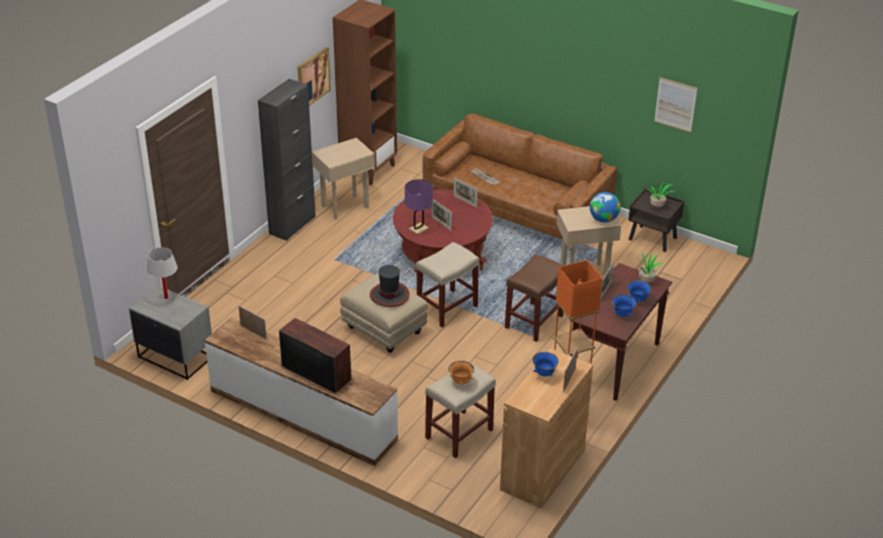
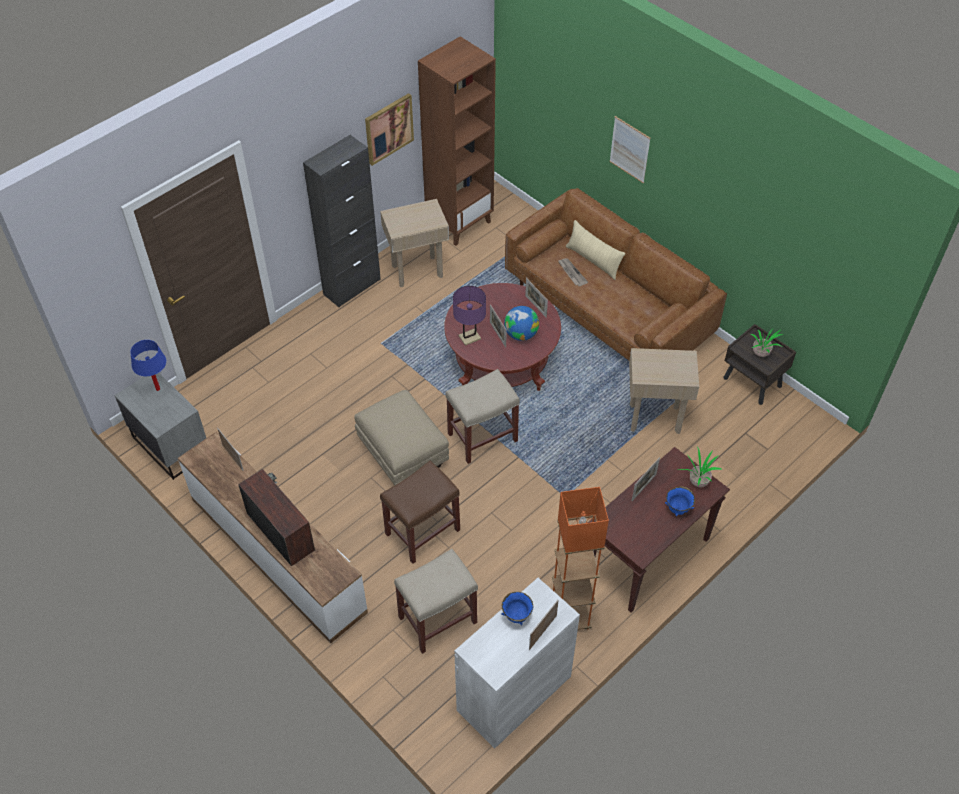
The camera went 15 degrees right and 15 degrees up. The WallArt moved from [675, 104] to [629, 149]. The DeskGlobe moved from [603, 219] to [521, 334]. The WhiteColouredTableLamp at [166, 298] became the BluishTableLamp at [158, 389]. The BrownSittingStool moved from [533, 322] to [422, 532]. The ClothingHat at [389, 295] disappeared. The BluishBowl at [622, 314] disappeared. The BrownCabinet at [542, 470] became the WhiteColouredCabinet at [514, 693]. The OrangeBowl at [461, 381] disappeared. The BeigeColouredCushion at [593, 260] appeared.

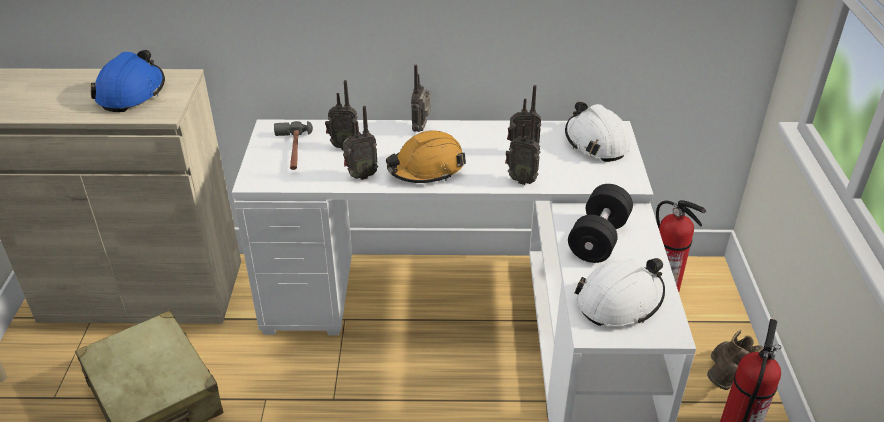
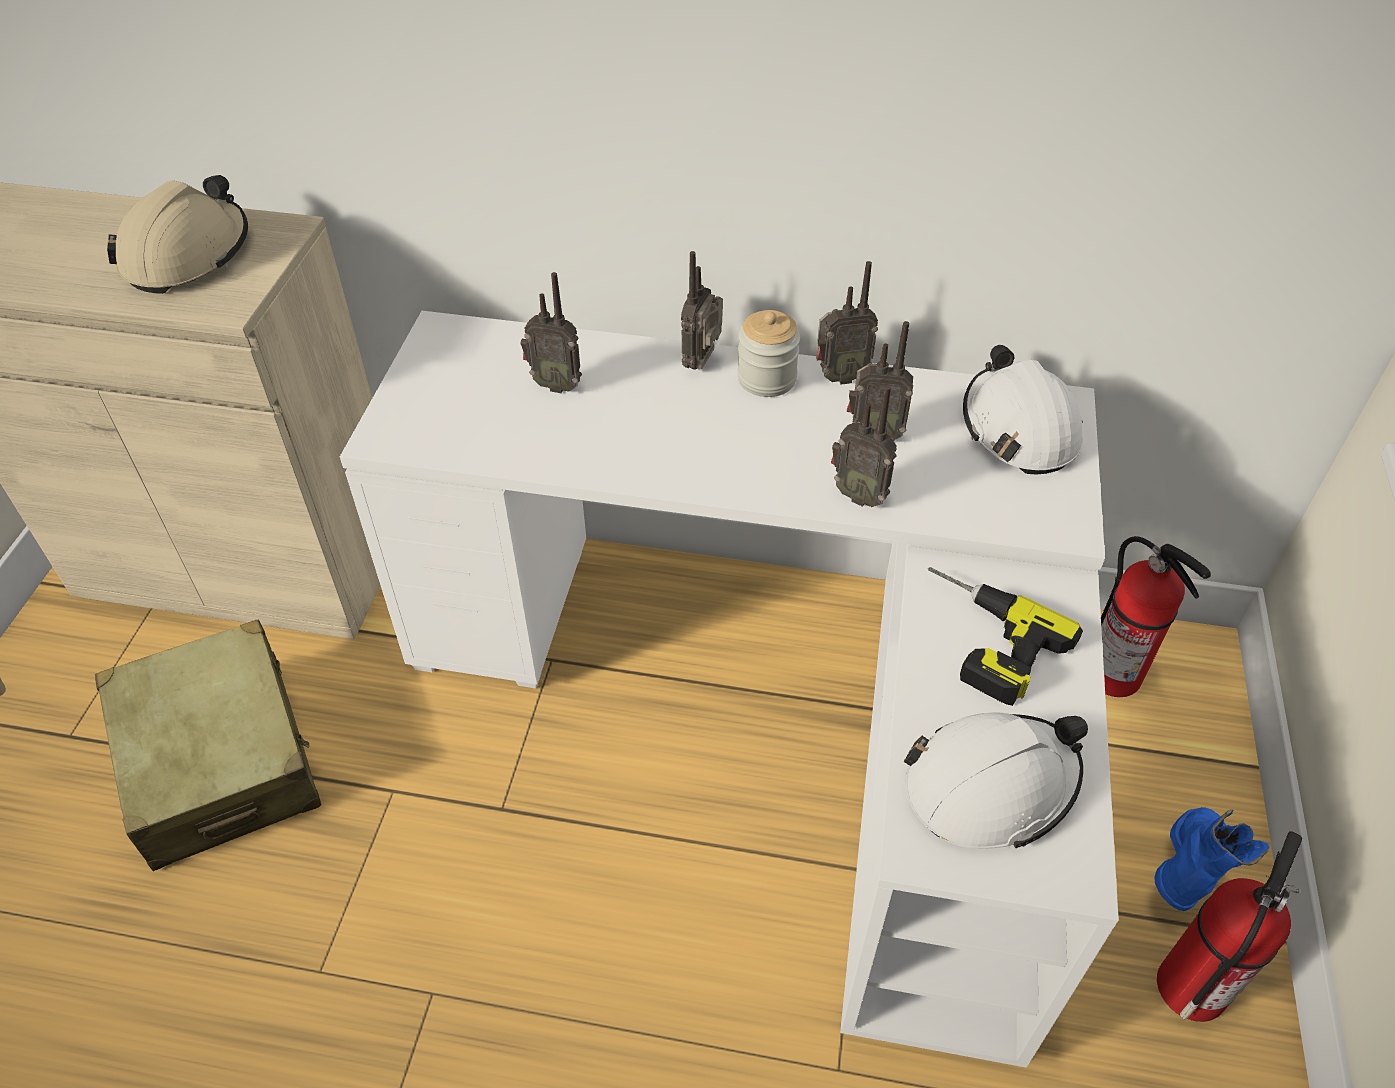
The camera went 10 degrees right and 10 degrees up. The BluishWorkHelmet at [131, 93] became the BeigeColouredWorkHelmet at [187, 255]. The RadioReceiver moved from [360, 176] to [839, 377]. The HandHammer at [293, 151] disappeared. The OrangeWorkHelmet at [426, 169] disappeared. The BlackColouredHandWeight at [598, 239] was replaced by the ElectricDrill at [979, 639]. The BrownHighTopBoot at [723, 378] became the BluishHighTopBoot at [1186, 875]. The PreserveJar at [767, 379] appeared.

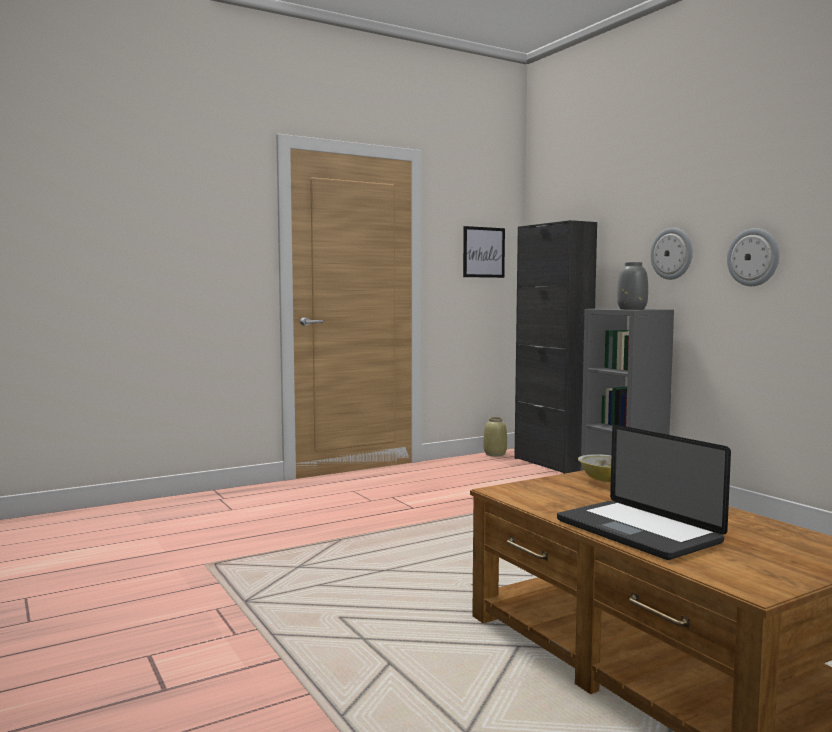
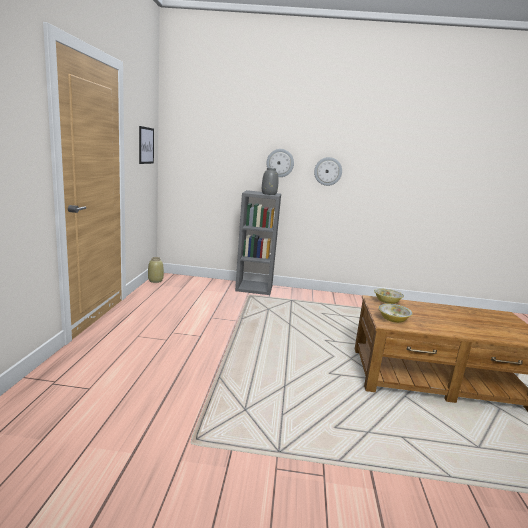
The camera went 55 degrees left and 10 degrees up. The BlackColouredCabinet at [551, 464] disappeared. The NotebookComputer at [637, 531] disappeared. The Bowl at [393, 320] appeared.

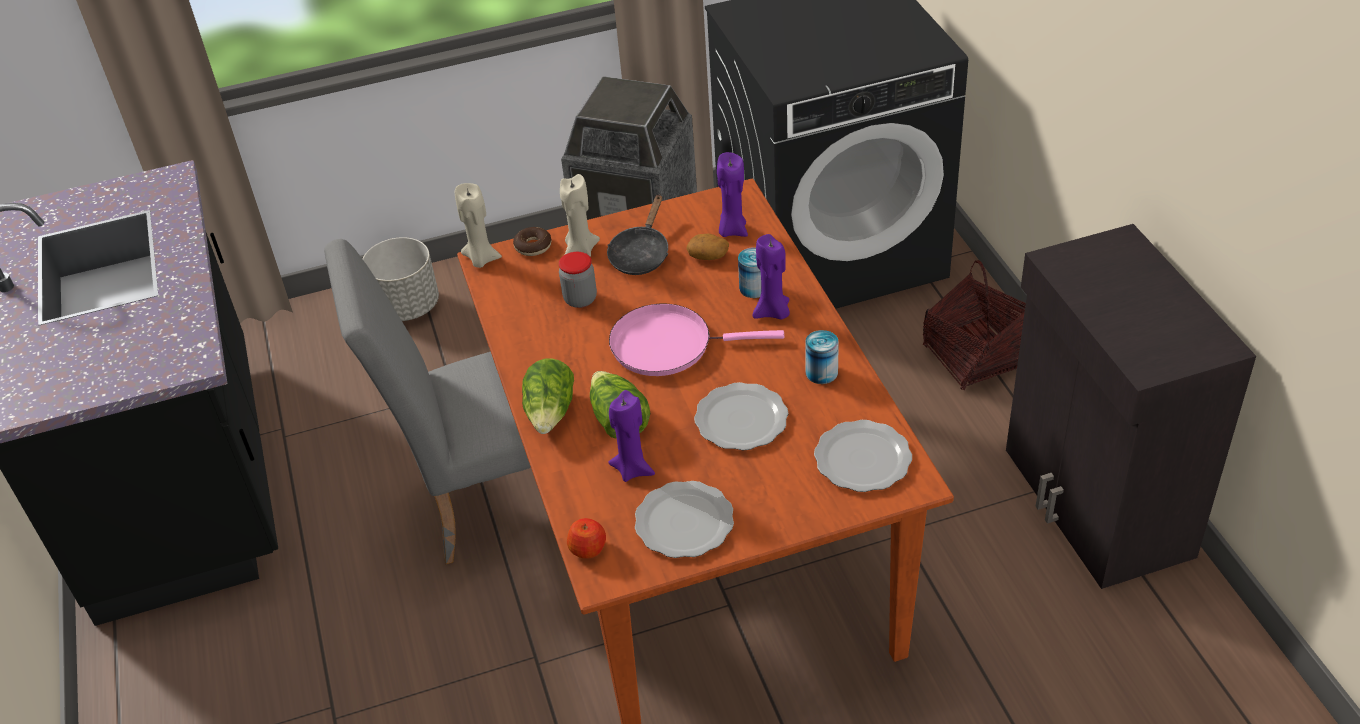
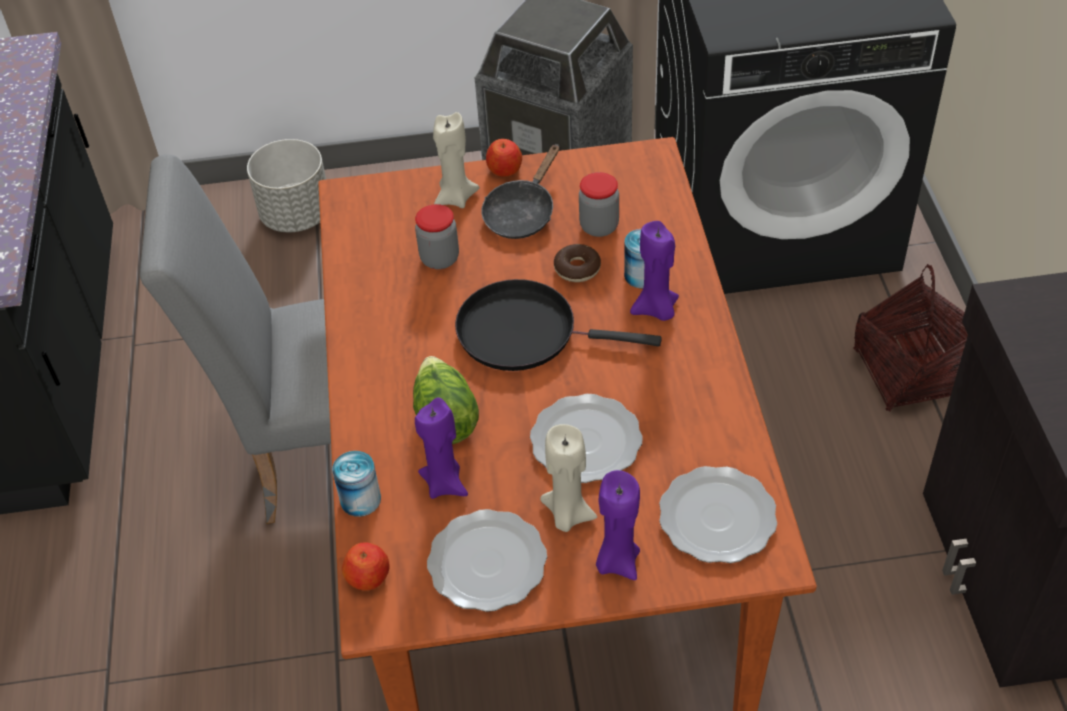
The camera went 10 degrees right and 5 degrees up. The PurpleWaxLight moved from [732, 230] to [617, 561]. The BeigeColouredWaxLight moved from [481, 259] to [567, 514]. The Doughnut moved from [533, 246] to [577, 269]. The Potato at [708, 256] was replaced by the PreserveJar at [599, 226]. The PinkColouredFryingPan at [668, 345] became the BlackColouredFryingPan at [525, 332]. The SealedCan moved from [821, 372] to [360, 499]. The HeadOfLettuce at [551, 412] disappeared. The Apple at [505, 170] appeared.

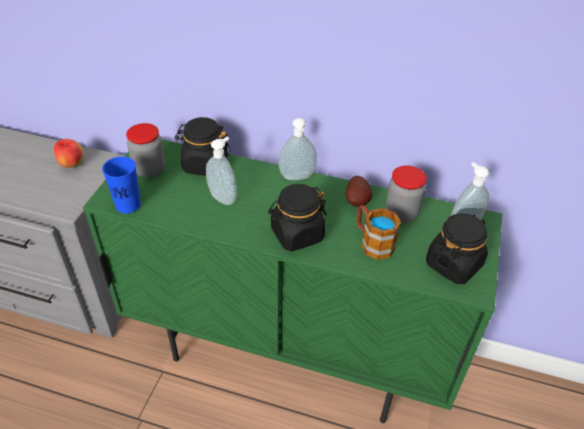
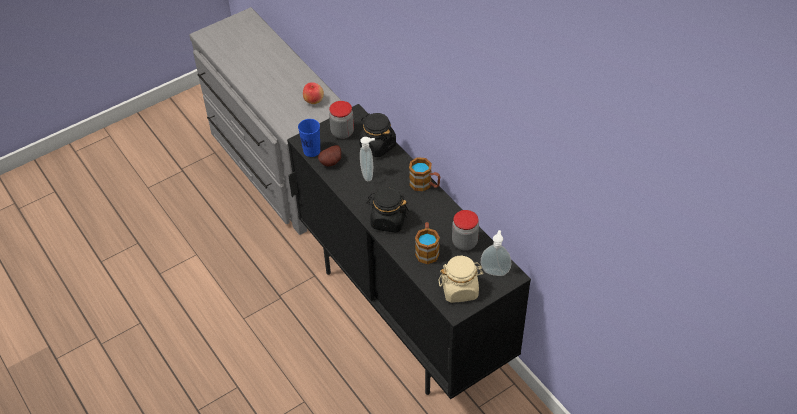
The camera went 40 degrees right and 5 degrees up. The SoapBottle at [297, 178] was replaced by the CoffeeMug at [425, 184]. The GreenColouredCabinet at [289, 354] became the BlackColouredCabinet at [404, 314]. The Potato moved from [358, 201] to [332, 163]. The BlackColouredPreserveJar at [453, 264] became the BeigeColouredPreserveJar at [460, 289].

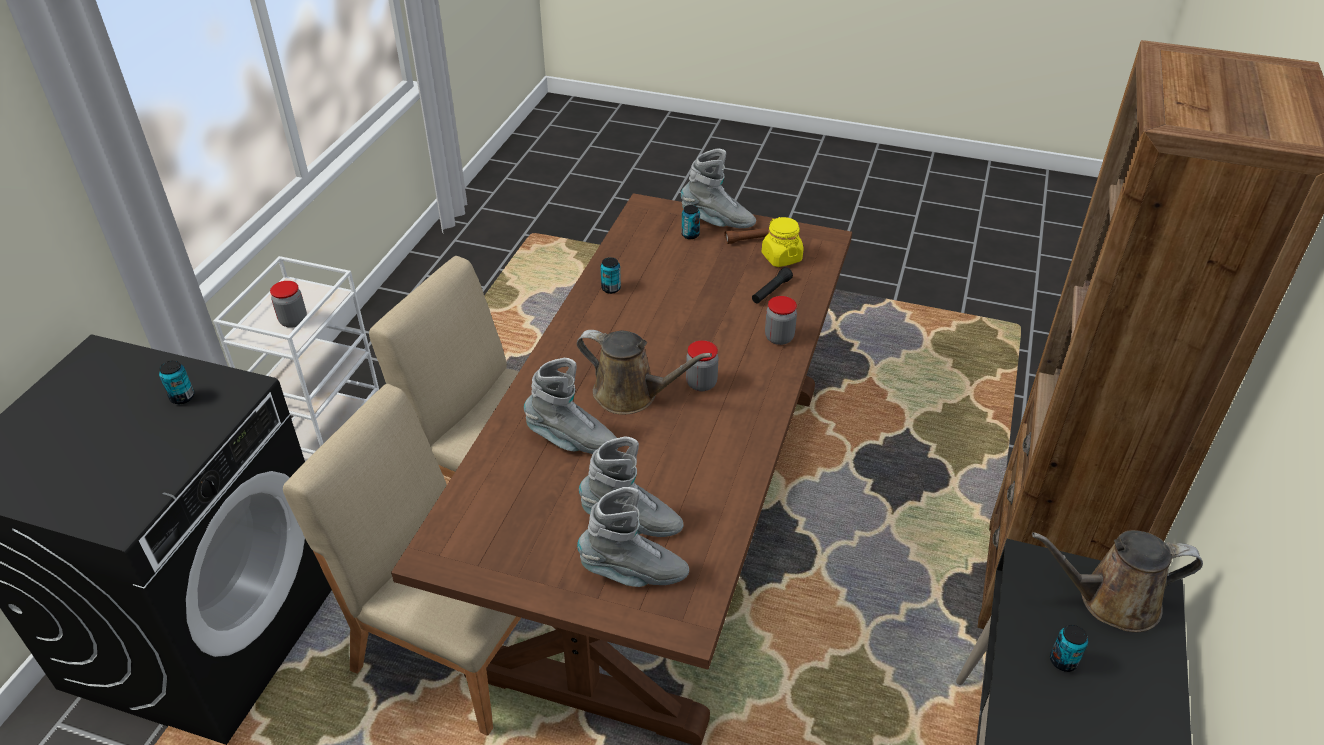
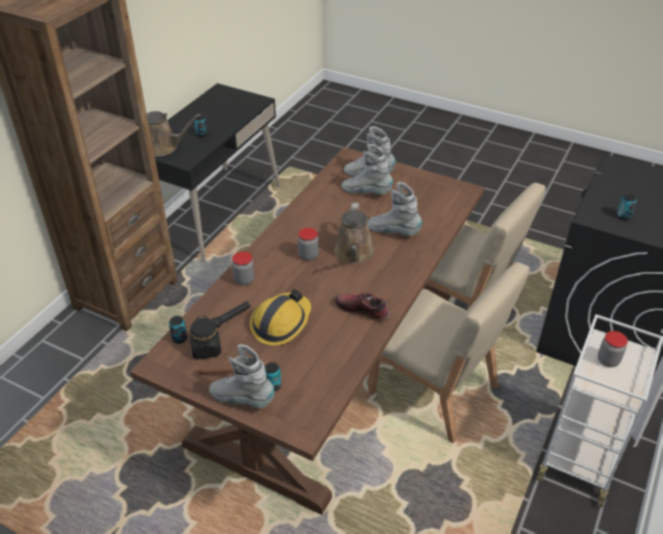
The camera went 170 degrees left and 0 degrees up. The YellowishPreserveJar at [781, 257] became the BlackColouredPreserveJar at [206, 349]. The SealedCan moved from [611, 288] to [179, 338]. The BrownWateringPot at [631, 394] turned 120 degrees counterclockwise. The WorkHelmet at [281, 323] appeared. The ItemOfFootwear at [362, 310] appeared.

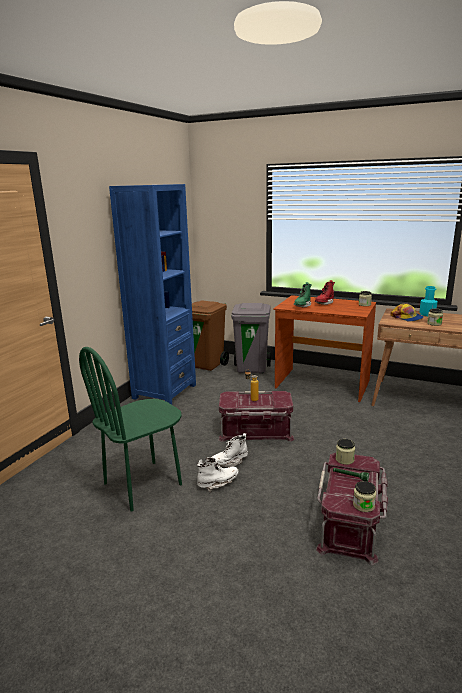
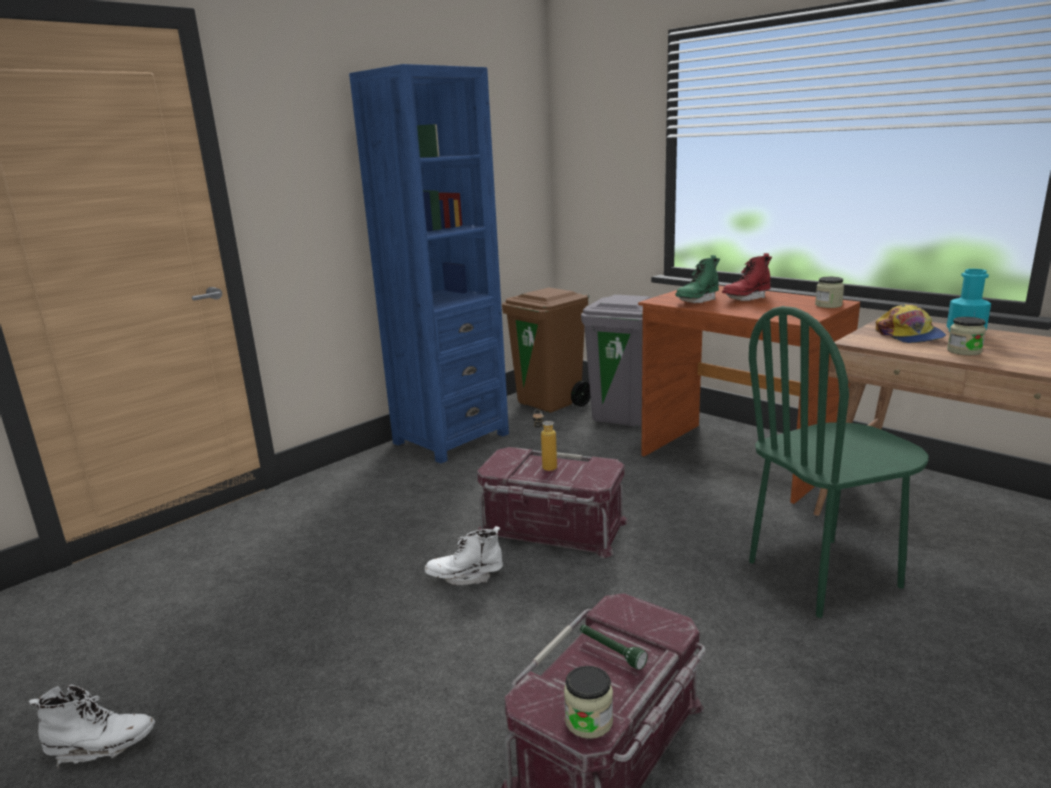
The camera went 20 degrees right and 0 degrees up. The GreenColouredPlainChair moved from [143, 484] to [824, 574]. The PreserveJar at [344, 459] disappeared. The WhiteColouredHighTopBoot moved from [218, 483] to [102, 748].

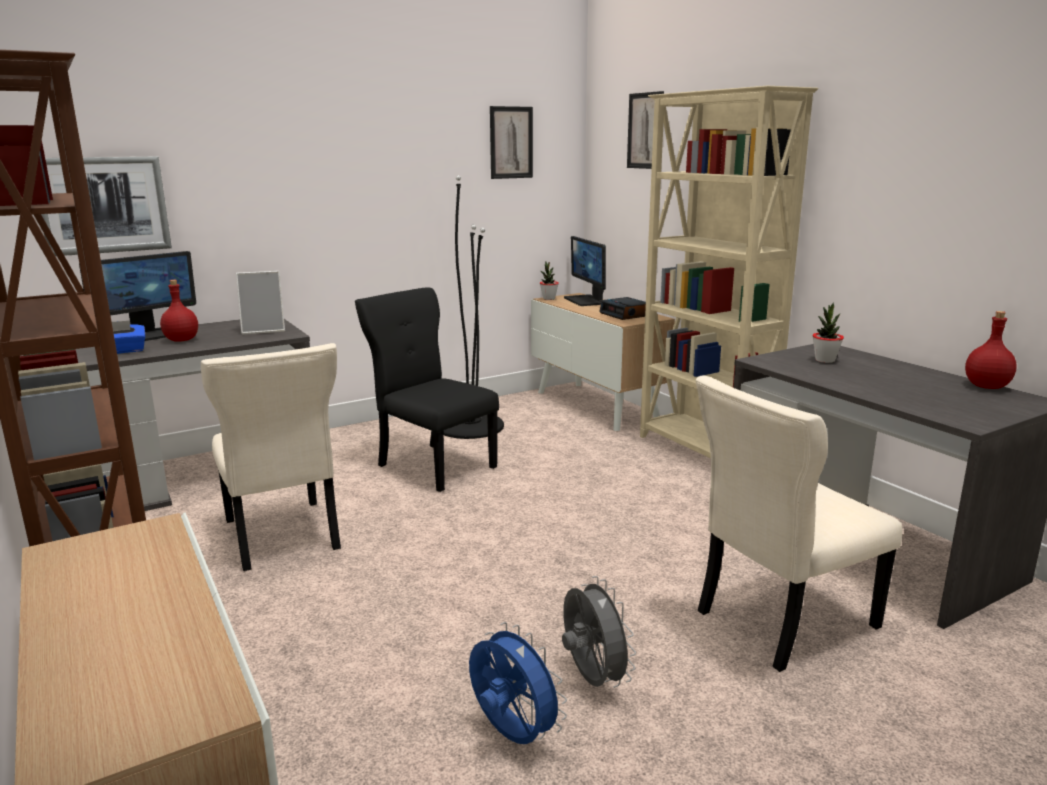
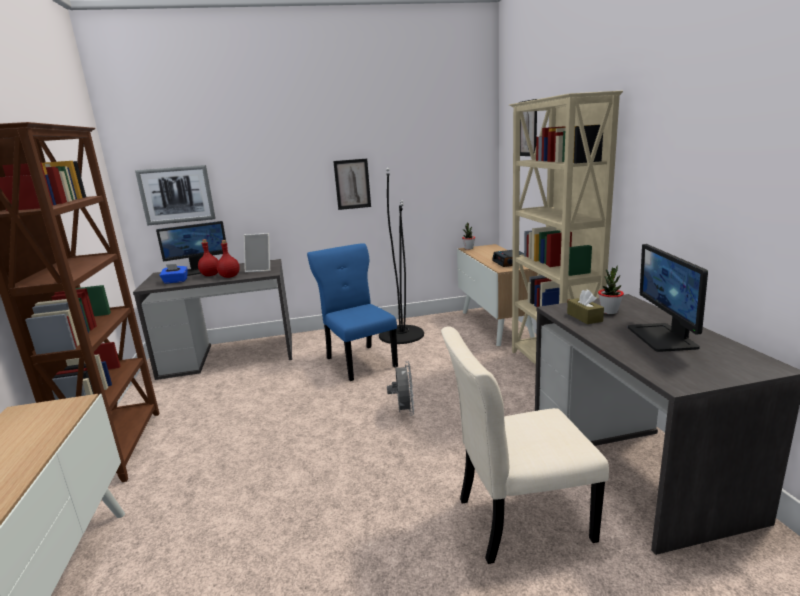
The camera went 20 degrees right and 0 degrees up. The WallArt moved from [511, 142] to [352, 184]. The ComputerDisplay moved from [586, 300] to [663, 337]. The BlackColouredPlainChair at [434, 465] became the BluishPlainChair at [360, 361]. The RedDrinkBottle moved from [986, 386] to [230, 276]. The BeigeColouredPlainChair at [282, 537] disappeared. The GreyElectricFan moved from [591, 679] to [404, 411]. The BluishElectricFan at [511, 735] disappeared. The BrownBoxOfTissues at [584, 317] appeared.

